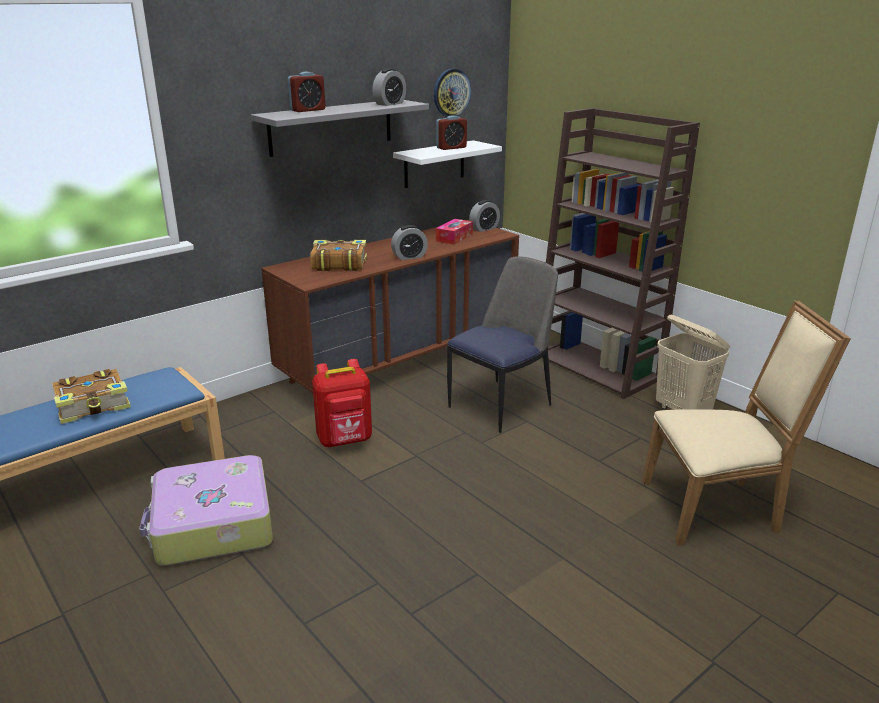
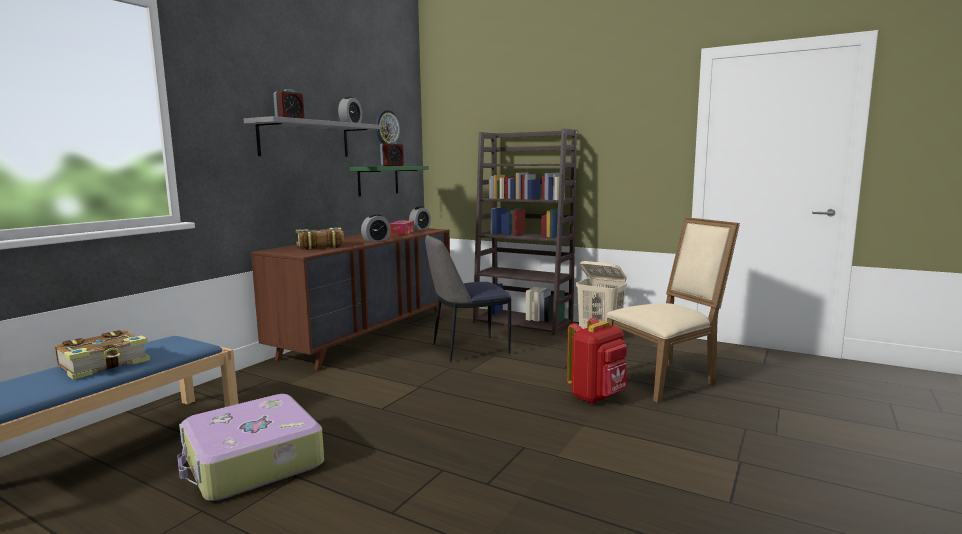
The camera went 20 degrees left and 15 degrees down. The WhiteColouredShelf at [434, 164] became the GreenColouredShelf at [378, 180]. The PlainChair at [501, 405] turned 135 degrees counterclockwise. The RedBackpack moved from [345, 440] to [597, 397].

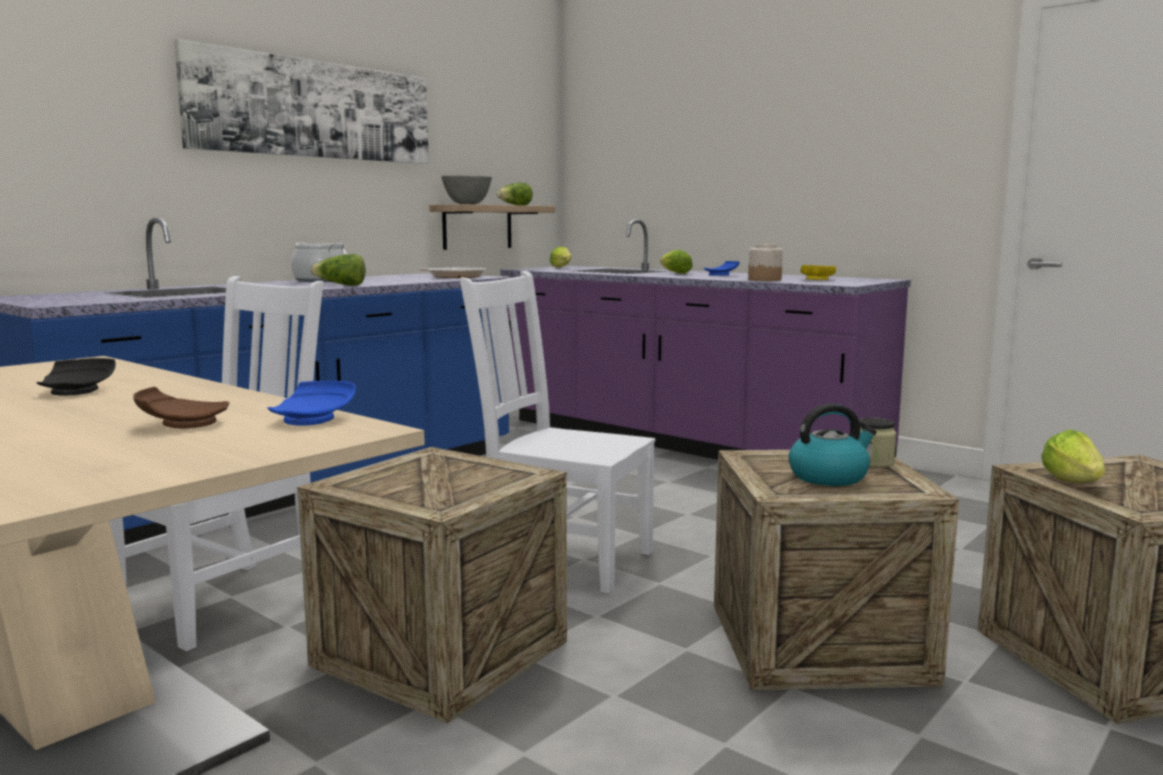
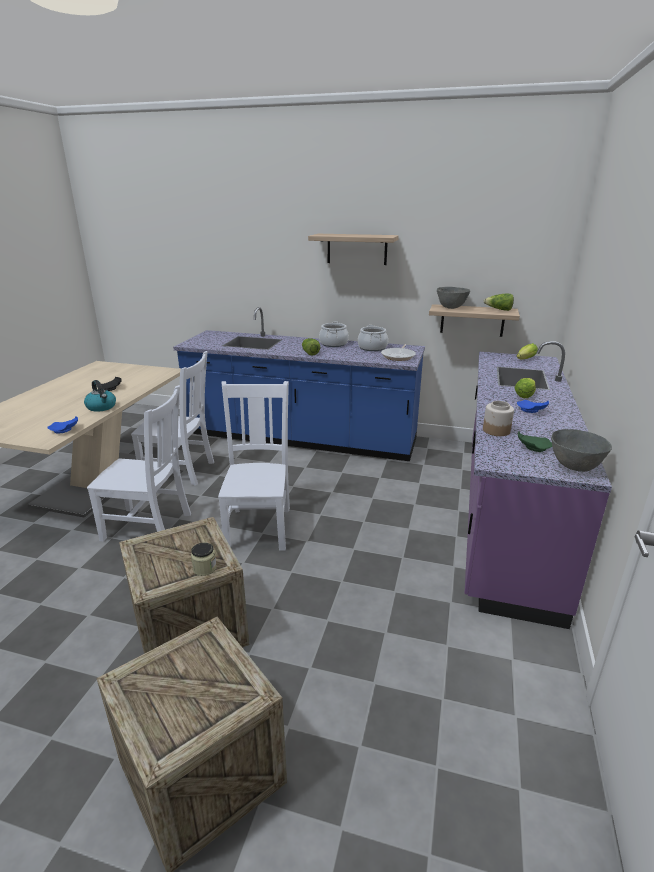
The camera went 65 degrees right and 15 degrees up. The WallArt at [314, 109] was replaced by the Shelf at [357, 249]. The YellowishFlatDish at [816, 279] became the GreenColouredFlatDish at [532, 447]. The BrownFlatDish at [182, 423] disappeared. The TeaKettle moved from [829, 477] to [102, 407]. The HeadOfLettuce at [1074, 482] disappeared. The ShippingCrate at [441, 653] was replaced by the WhiteColouredPlainChair at [150, 527]. The CookingPot at [372, 348] appeared. The GreyBowl at [575, 467] appeared.

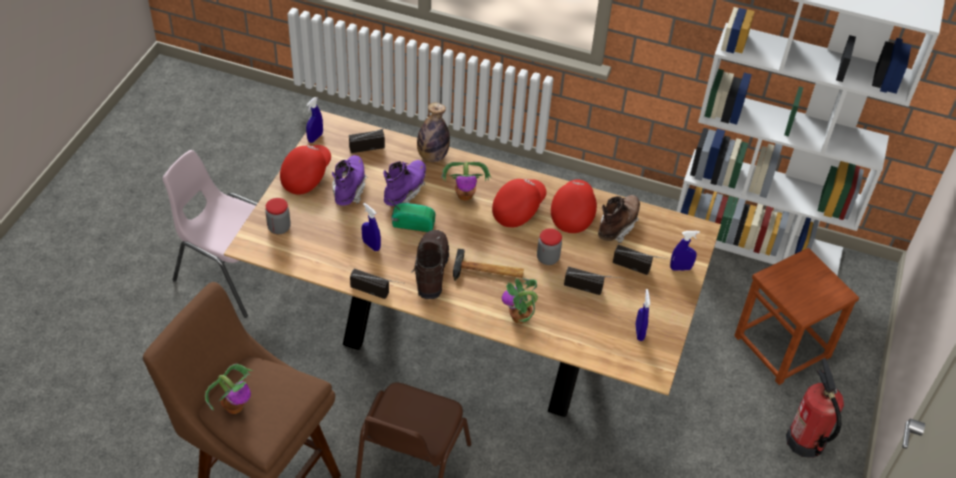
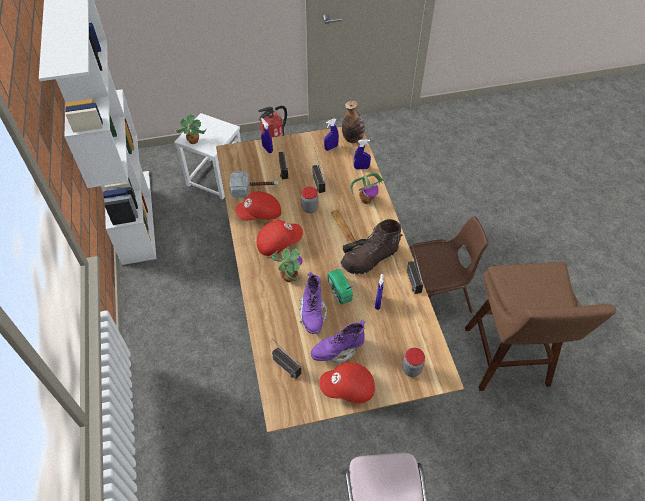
The camera went 120 degrees left and 5 degrees up. The BluishSprayBottle moved from [315, 137] to [361, 168]. The DrinkBottle moved from [432, 156] to [353, 139]. The PurpleHighTopBoot at [405, 191] turned 90 degrees counterclockwise. The RedCap at [518, 209] turned 150 degrees clockwise. The BrownHighTopBoot at [617, 225] was replaced by the HandHammer at [254, 188]. The BrownSittingStool at [783, 346] became the WhiteColouredSittingStool at [215, 178]. The Houseplant moved from [234, 406] to [193, 141].

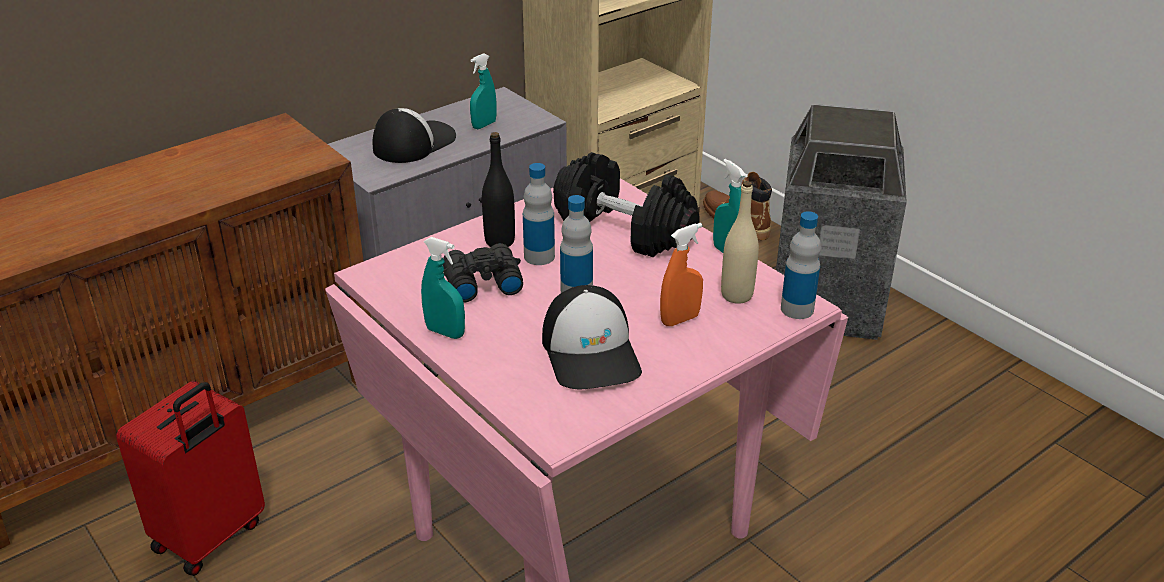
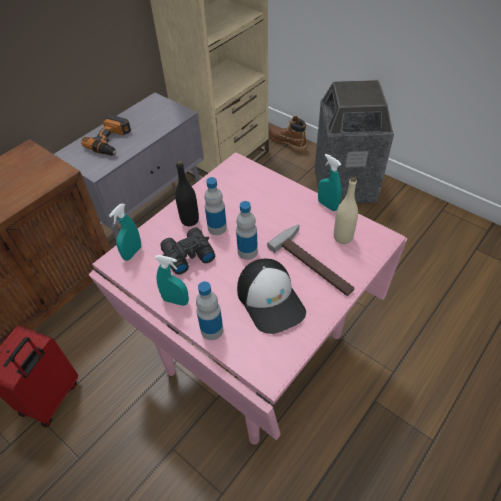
The camera went 10 degrees left and 15 degrees up. The BlueGreenSprayBottle moved from [484, 125] to [132, 253]. The Cap at [413, 143] was replaced by the ElectricDrill at [112, 141]. The BlackColouredHandWeight at [625, 230] disappeared. The DrinkBottle moved from [797, 309] to [212, 330]. The OrangeSprayBottle at [680, 319] was replaced by the HandHammer at [315, 263].

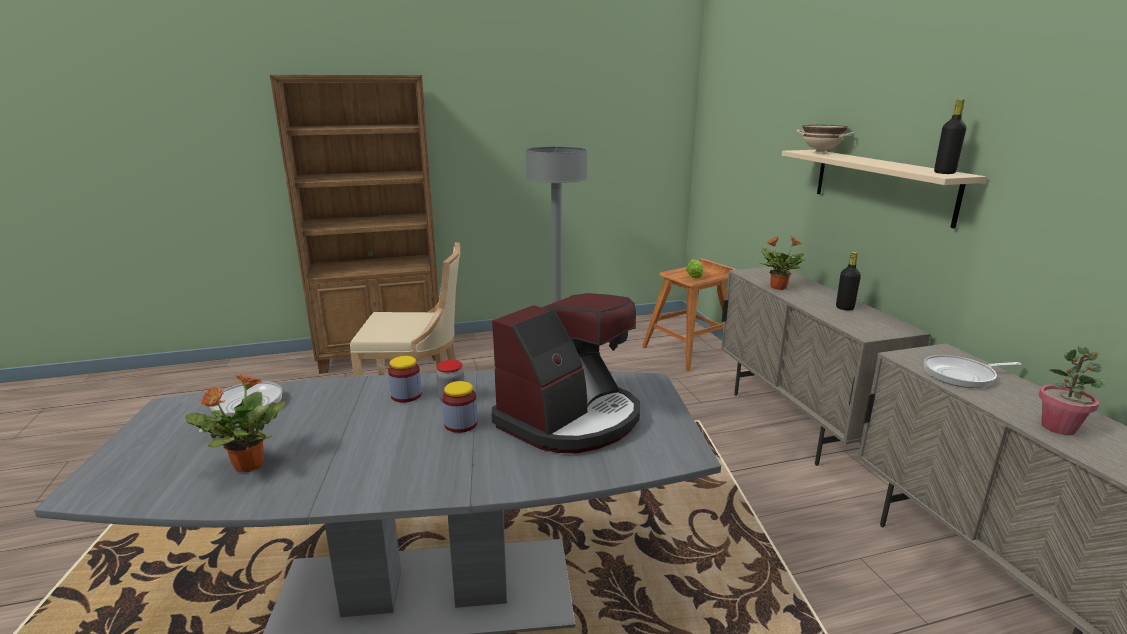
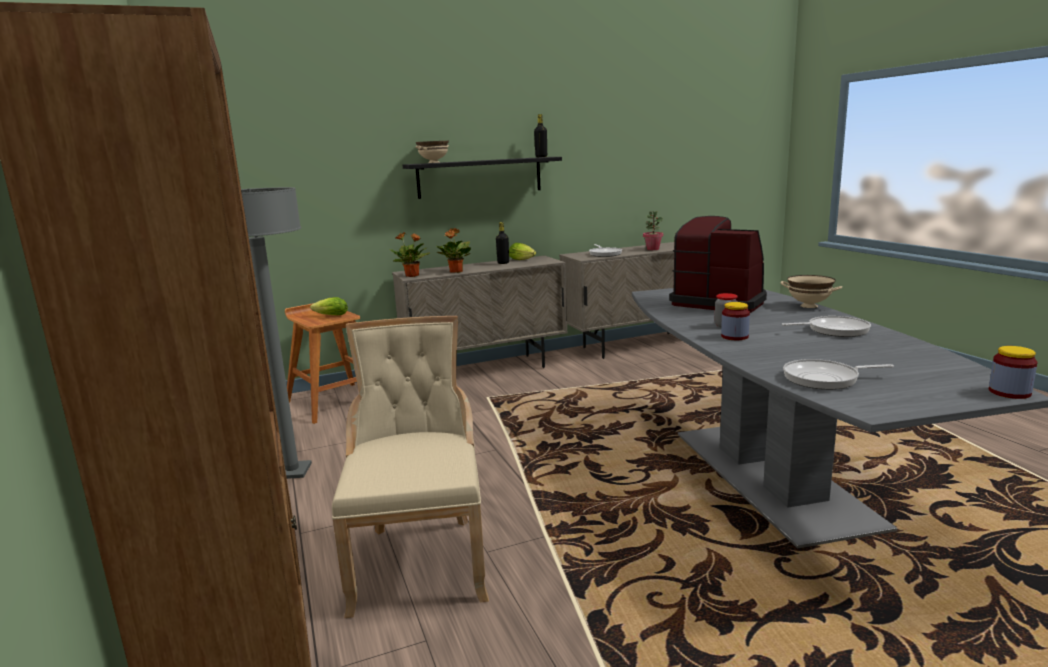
The camera went 95 degrees left and 5 degrees down. The BeigeColouredShelf at [881, 185] became the BlackColouredShelf at [480, 177]. The Houseplant moved from [247, 465] to [412, 276]. The PreserveJar moved from [461, 424] to [1009, 392]. The HeadOfLettuce at [523, 260] appeared. The BeigeColouredBowl at [809, 306] appeared. The FryingPan at [834, 330] appeared.

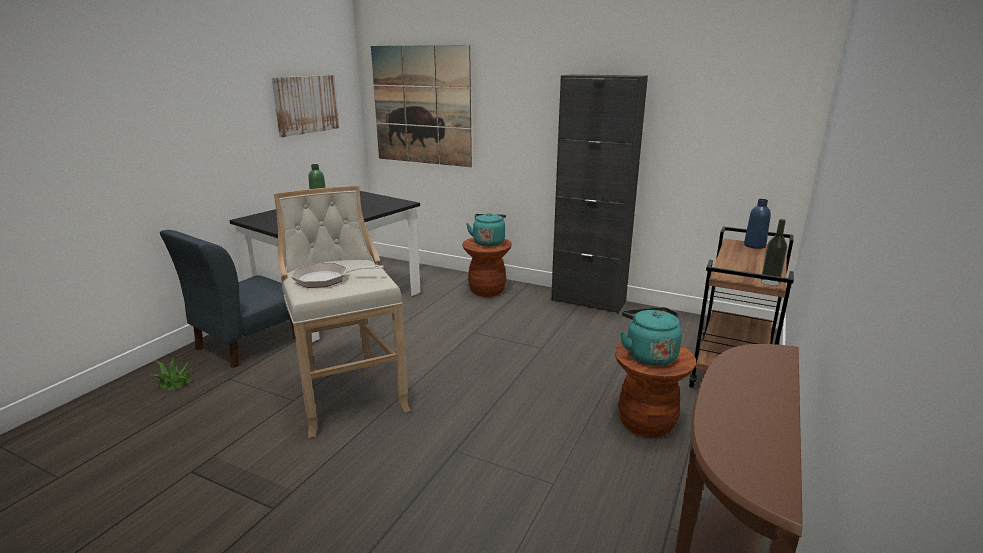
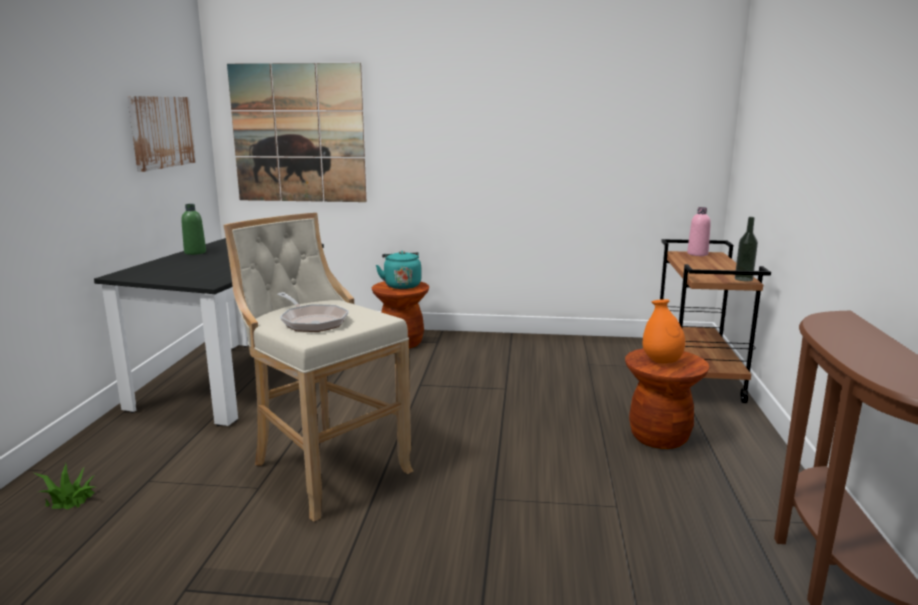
The camera went 20 degrees left and 5 degrees down. The BlackColouredCabinet at [588, 301] disappeared. The BluishDrinkBottle at [754, 246] became the PinkColouredDrinkBottle at [697, 254]. The BluishPlainChair at [247, 343] disappeared. The FryingPan at [326, 279] turned 105 degrees counterclockwise. The BlueGreenTeaKettle at [649, 355] was replaced by the OrangeVase at [661, 362].

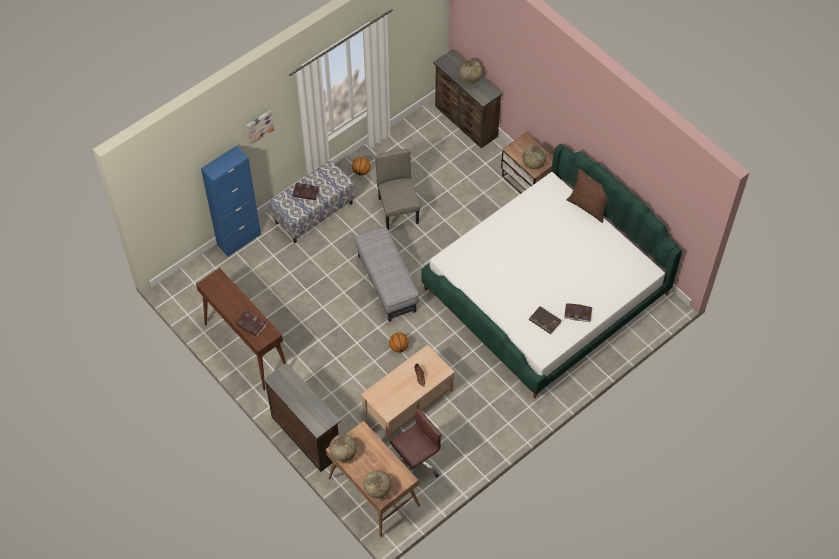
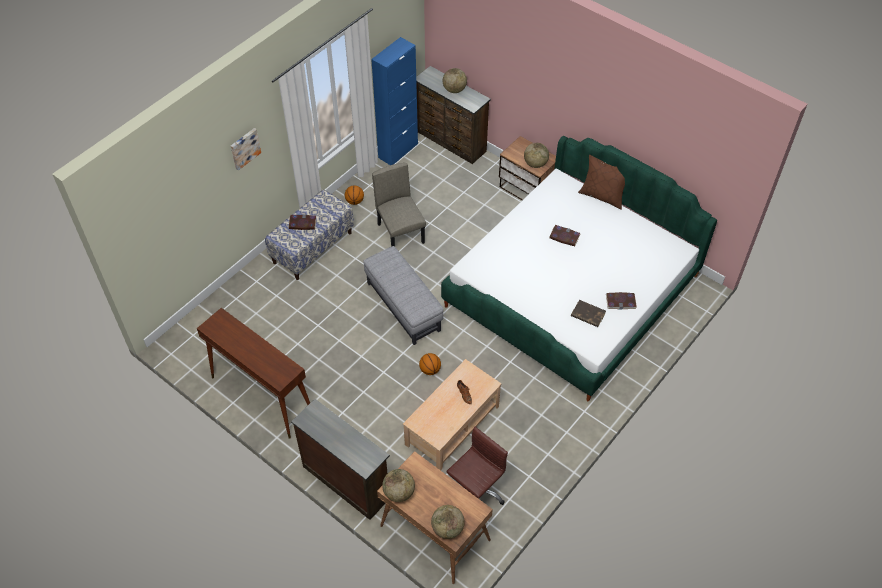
The camera went 10 degrees left and 5 degrees down. The BluishCabinet moved from [239, 239] to [398, 151]. The Book moved from [250, 324] to [564, 237].

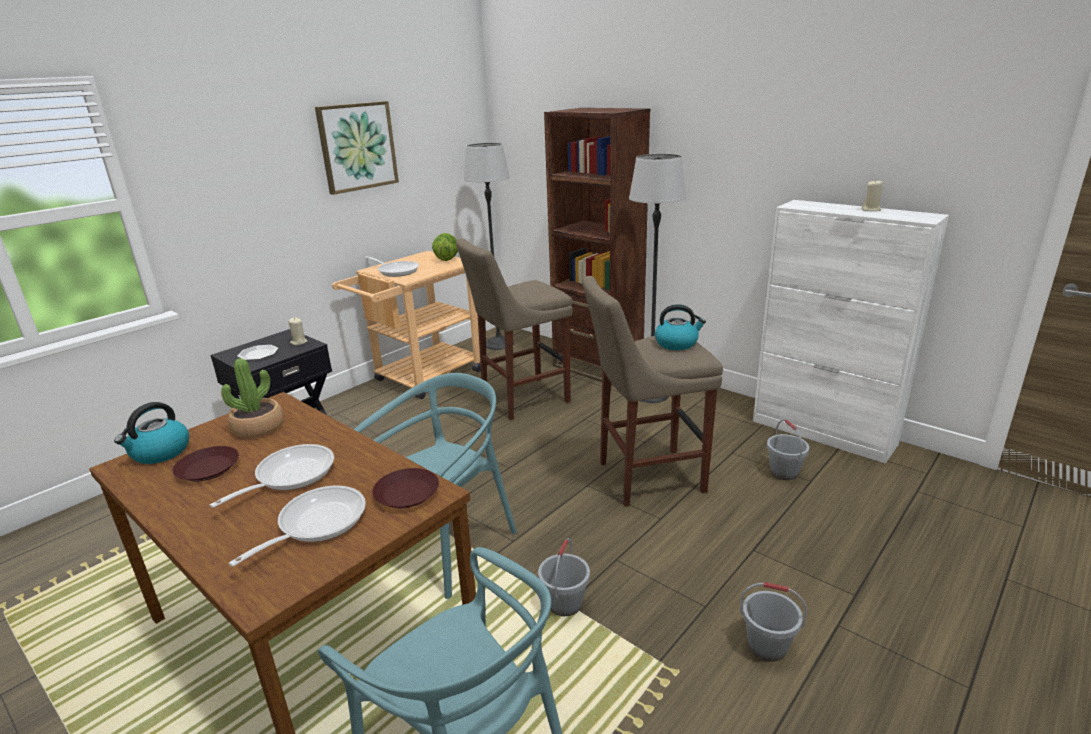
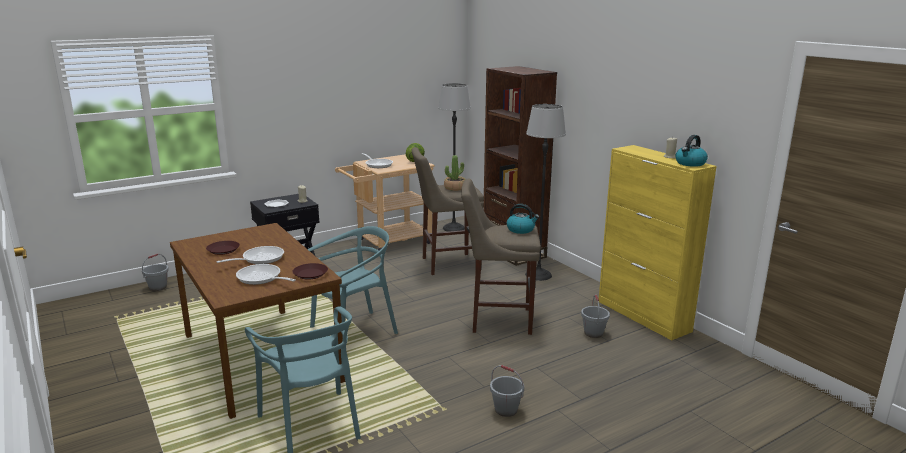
The camera went 15 degrees right and 5 degrees down. The WallArt at [357, 146] disappeared. The WhiteColouredCabinet at [823, 433] became the YellowishCabinet at [643, 316]. The Houseplant moved from [258, 427] to [455, 188]. The TeaKettle moved from [160, 452] to [690, 163]. The FryingPan at [316, 524] turned 105 degrees counterclockwise. The GreyWaterBucket moved from [564, 604] to [158, 287].

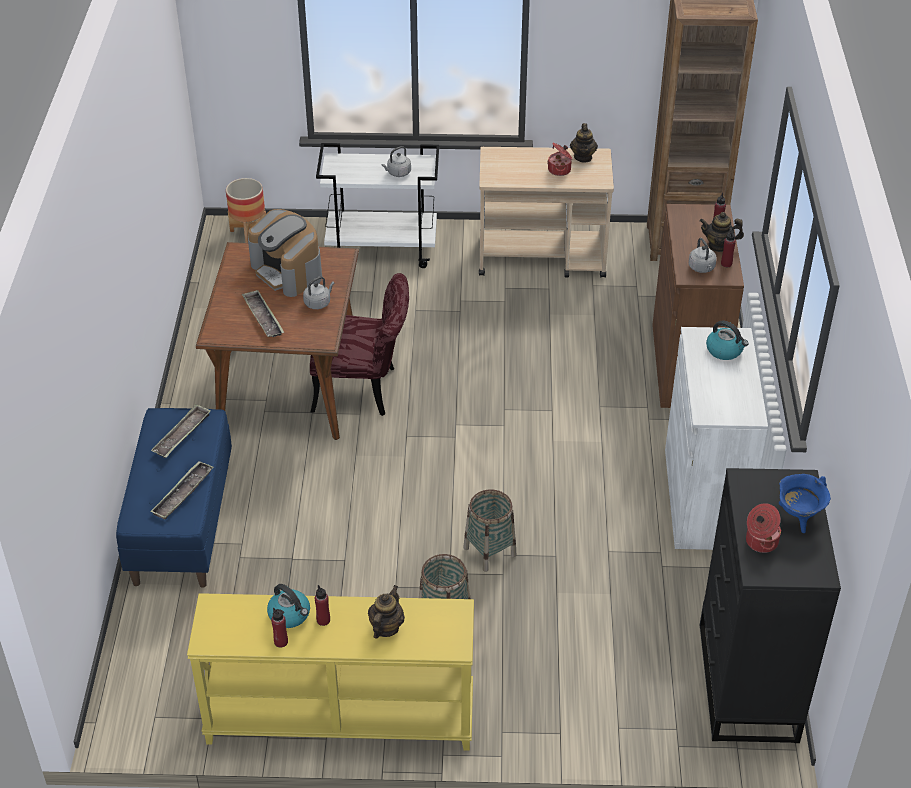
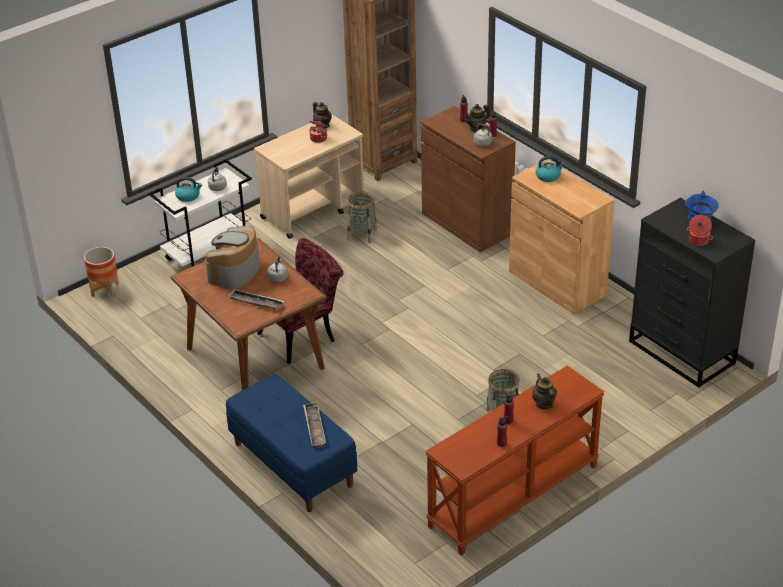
The camera went 40 degrees left and 5 degrees down. The CoffeeMaker at [288, 271] turned 105 degrees clockwise. The WhiteColouredCabinet at [703, 498] became the BrownCabinet at [557, 283]. The CarryingTray at [182, 434] disappeared. The Basket moved from [489, 551] to [362, 234]. The TeaKettle moved from [290, 615] to [188, 196]. The YellowishConsoleTable at [339, 719] became the BrownConsoleTable at [514, 497].

